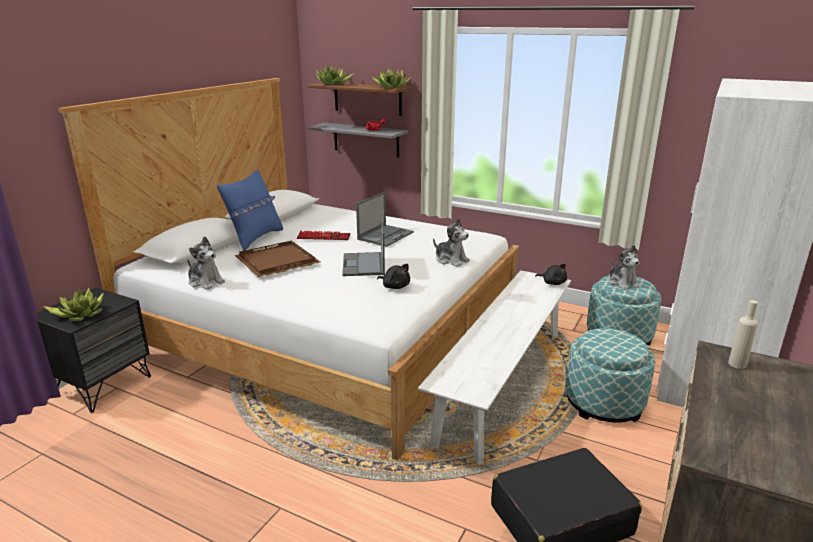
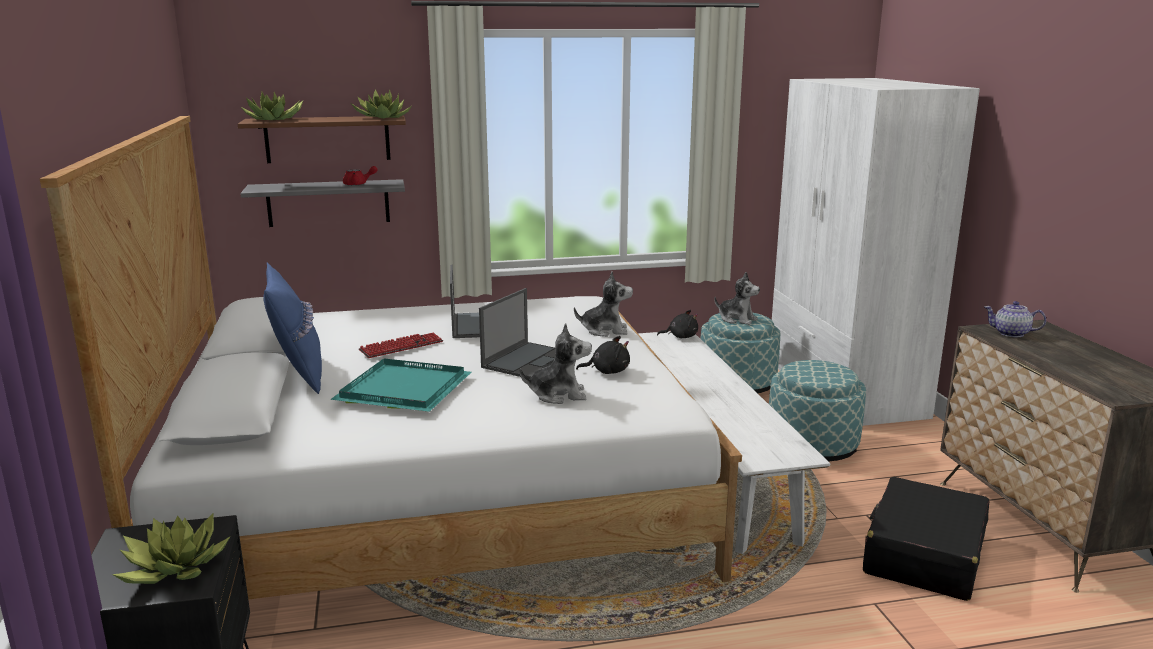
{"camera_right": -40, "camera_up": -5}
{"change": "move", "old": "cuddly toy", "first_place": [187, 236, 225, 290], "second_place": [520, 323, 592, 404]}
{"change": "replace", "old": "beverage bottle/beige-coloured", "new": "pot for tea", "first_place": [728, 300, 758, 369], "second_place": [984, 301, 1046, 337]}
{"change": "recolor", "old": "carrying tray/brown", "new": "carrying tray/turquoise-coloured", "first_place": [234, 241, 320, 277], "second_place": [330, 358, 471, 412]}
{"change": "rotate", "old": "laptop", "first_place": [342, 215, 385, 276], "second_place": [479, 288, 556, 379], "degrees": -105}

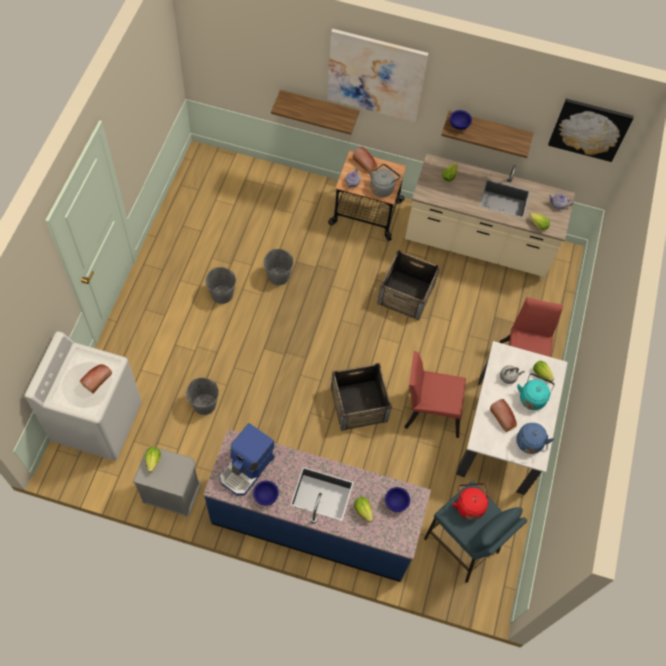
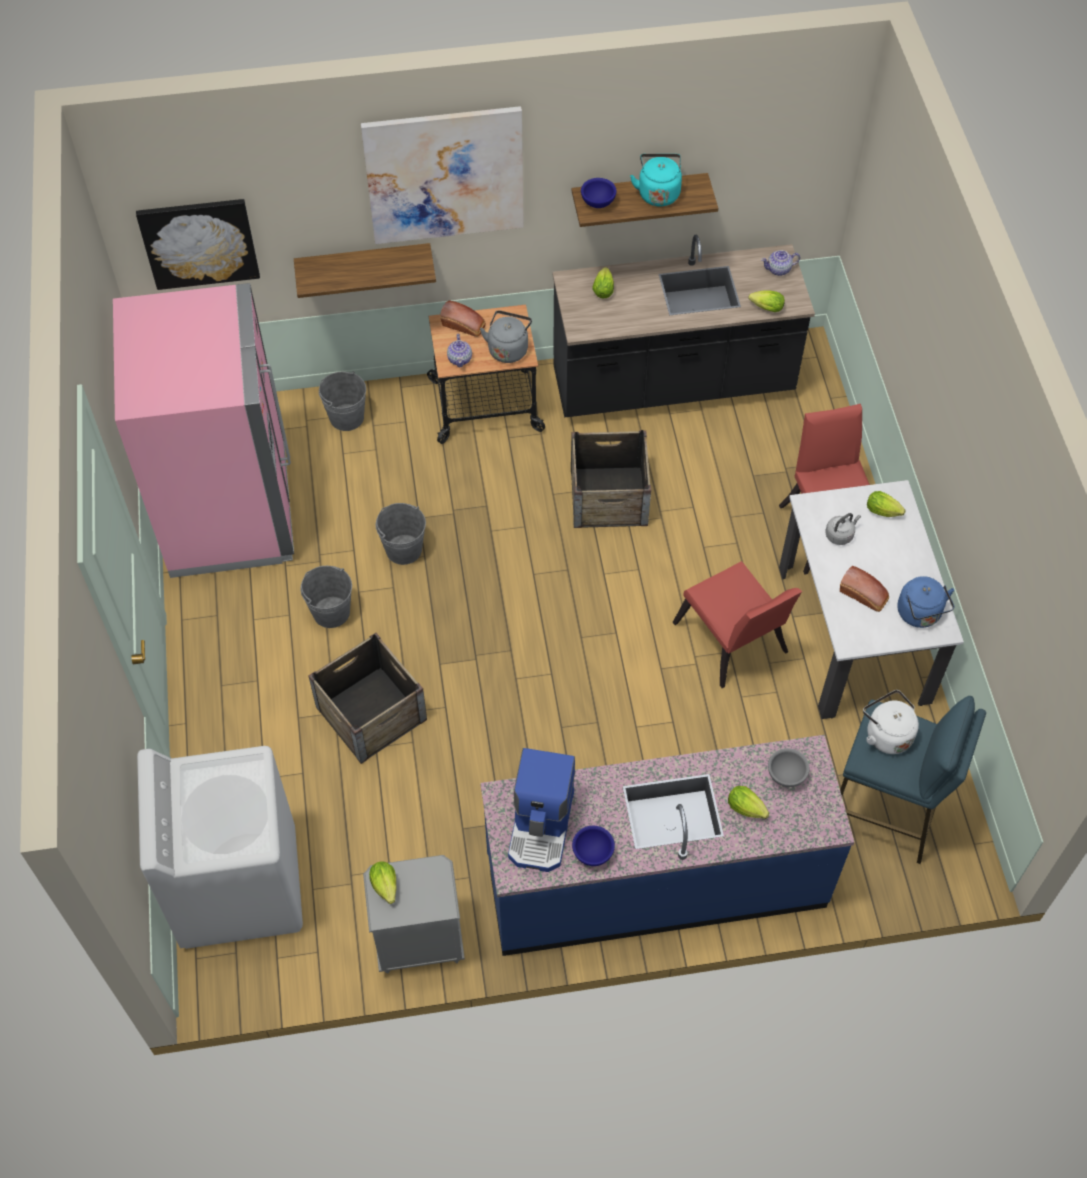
{"camera_right": -20, "camera_up": -5}
{"change": "delete", "old": "bread", "first_place": [80, 364, 112, 394]}
{"change": "insert", "new": "kitchen fridge/pink", "second_place": [113, 283, 294, 578]}
{"change": "move", "old": "pail/greyish", "first_place": [186, 378, 219, 415], "second_place": [319, 371, 366, 431]}
{"change": "move", "old": "packing crate", "first_place": [331, 363, 392, 431], "second_place": [309, 633, 427, 764]}
{"change": "move", "old": "tea kettle/turquoise-coloured", "first_place": [517, 373, 555, 410], "second_place": [630, 154, 682, 206]}
{"change": "move", "old": "wall art", "first_place": [548, 99, 634, 162], "second_place": [136, 199, 260, 290]}
{"change": "recolor", "old": "bowl/blue-coloured", "new": "bowl/greyish", "first_place": [385, 487, 410, 512], "second_place": [768, 748, 810, 787]}
{"change": "recolor", "old": "kitchen counter/beige-coloured", "new": "kitchen counter/black", "first_place": [405, 154, 575, 277], "second_place": [552, 235, 815, 418]}
{"change": "recolor", "old": "tea kettle/red-coloured", "new": "tea kettle/white-coloured", "first_place": [452, 483, 488, 520], "second_place": [863, 690, 919, 754]}
{"change": "rotate", "old": "chair/red-coloured", "first_place": [404, 351, 466, 438], "second_place": [673, 561, 802, 688], "degrees": -105}

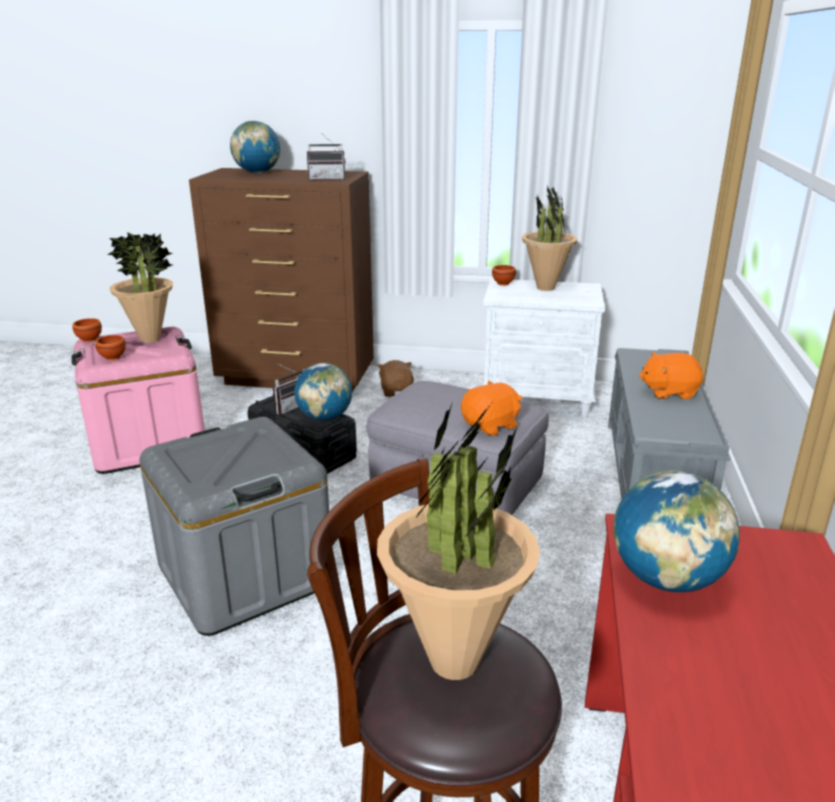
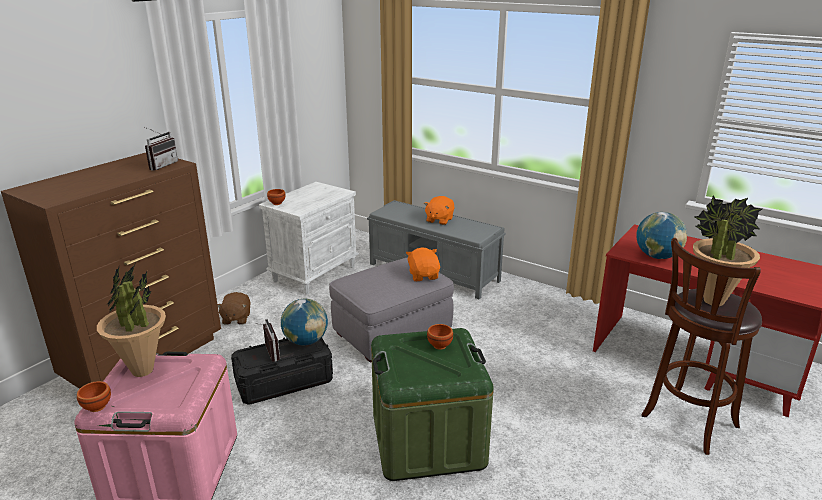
{"camera_right": -65, "camera_up": 0}
{"change": "delete", "old": "world globe", "first_place": [230, 121, 280, 173]}
{"change": "delete", "old": "houseplant", "first_place": [522, 186, 578, 291]}
{"change": "move", "old": "bowl/brown", "first_place": [95, 335, 126, 361], "second_place": [427, 324, 453, 350]}
{"change": "recolor", "old": "storage bin/greyish", "new": "storage bin/greenish", "first_place": [139, 417, 329, 636], "second_place": [371, 328, 494, 481]}
{"change": "rotate", "old": "cuddly toy/brown", "first_place": [377, 360, 414, 397], "second_place": [218, 292, 251, 325], "degrees": -105}

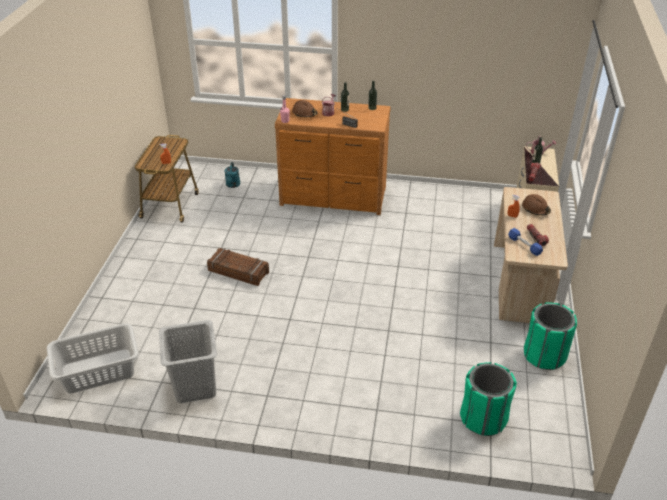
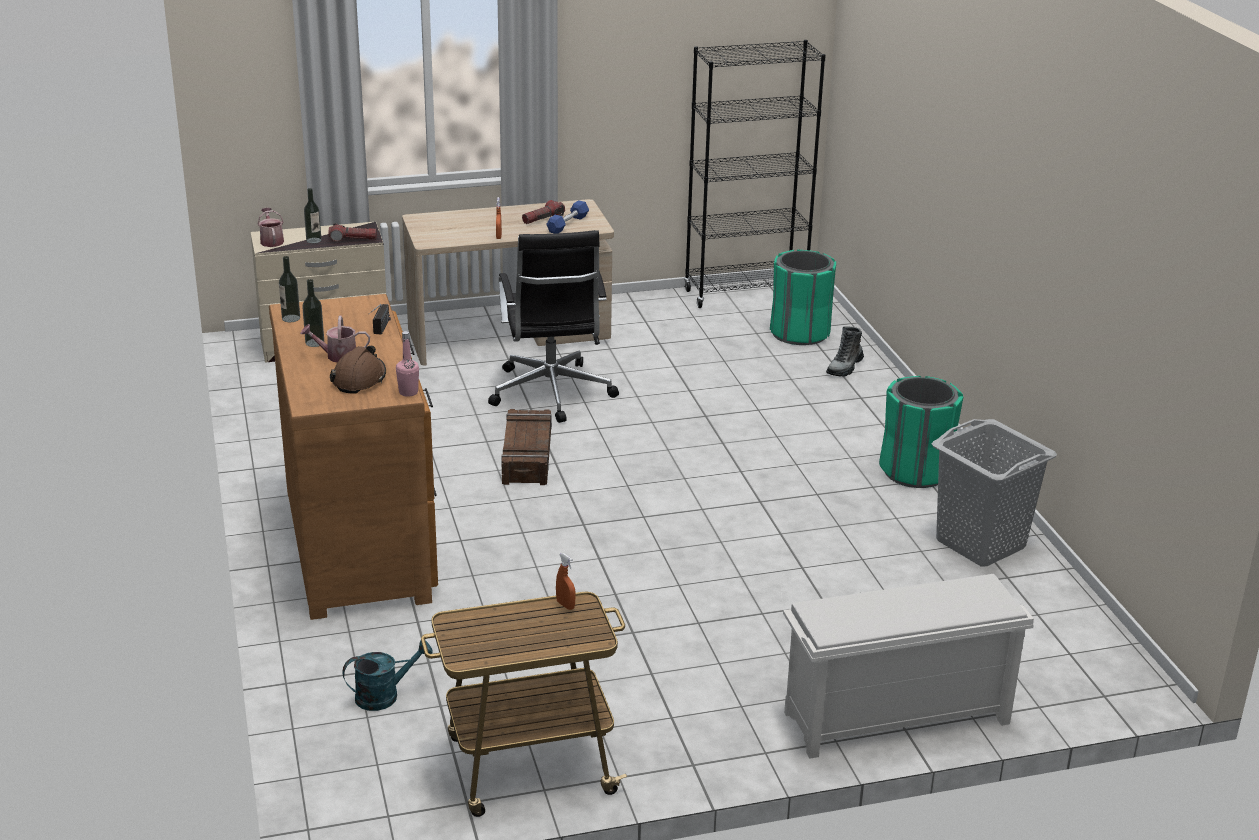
{"camera_right": -115, "camera_up": -10}
{"change": "delete", "old": "washing basket/greyish", "first_place": [47, 323, 139, 394]}
{"change": "delete", "old": "hard hat/brown", "first_place": [522, 194, 551, 215]}
{"change": "insert", "new": "desk chair/black", "second_place": [488, 230, 619, 423]}
{"change": "insert", "new": "bookcase/black", "second_place": [684, 40, 826, 308]}
{"change": "insert", "new": "shoe rack/white-coloured", "second_place": [783, 574, 1034, 759]}
{"change": "insert", "new": "tall boot", "second_place": [826, 326, 864, 377]}
{"change": "move", "old": "packing crate", "first_place": [207, 248, 269, 286], "second_place": [501, 409, 552, 485]}
{"change": "move", "old": "trash can/greenish", "first_place": [524, 302, 577, 370], "second_place": [879, 376, 963, 488]}

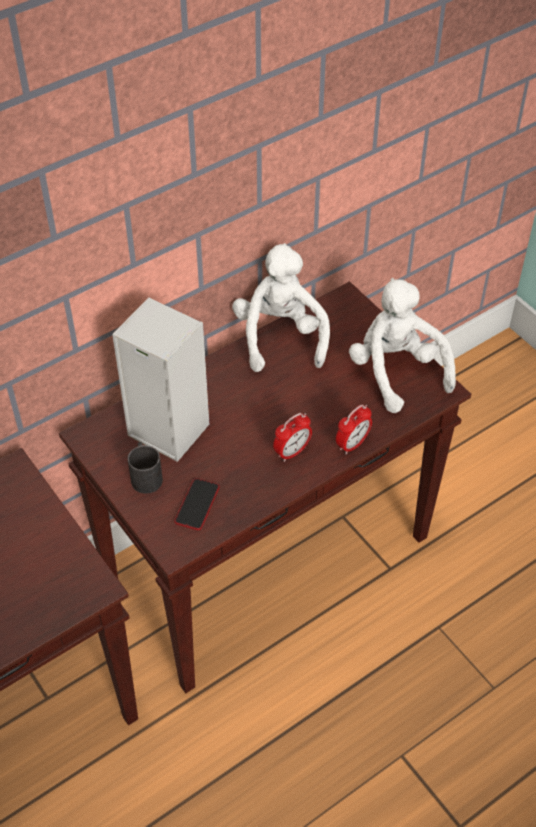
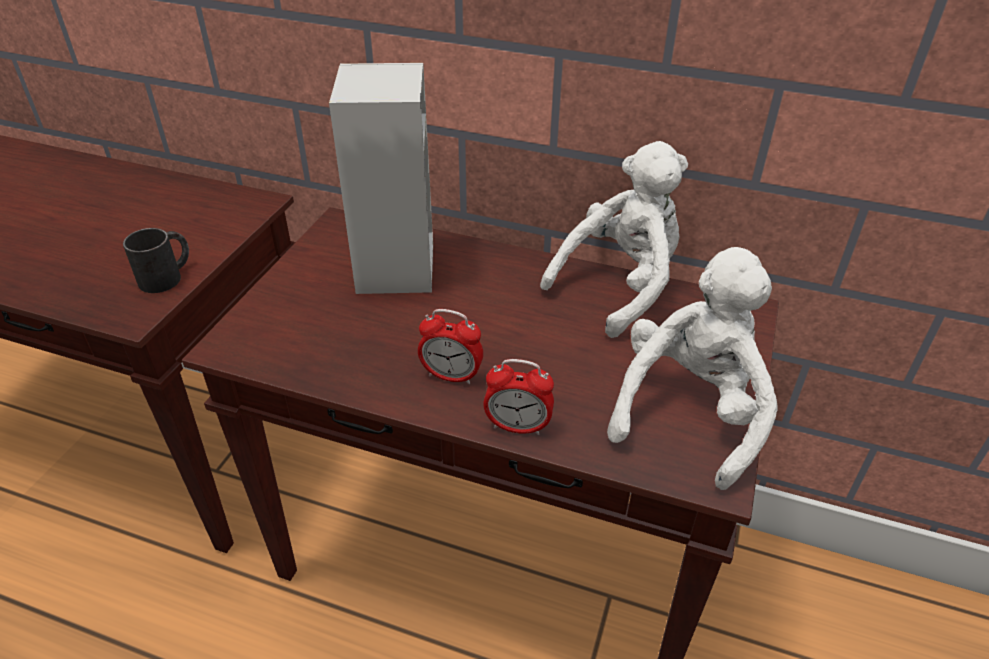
{"camera_right": 55, "camera_up": -10}
{"change": "delete", "old": "handset", "first_place": [174, 478, 220, 530]}
{"change": "move", "old": "tea mug/black", "first_place": [128, 442, 163, 494], "second_place": [123, 228, 189, 293]}

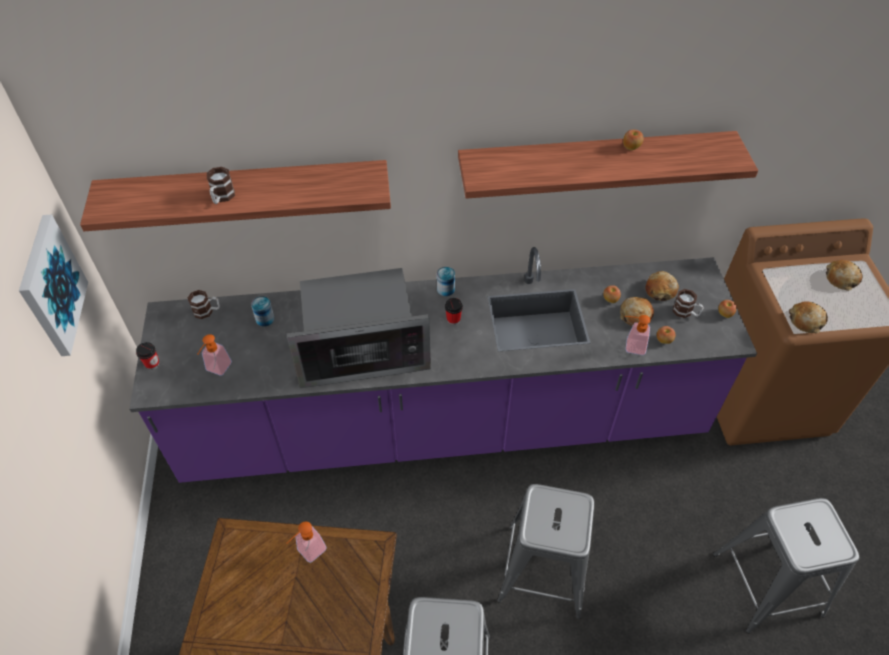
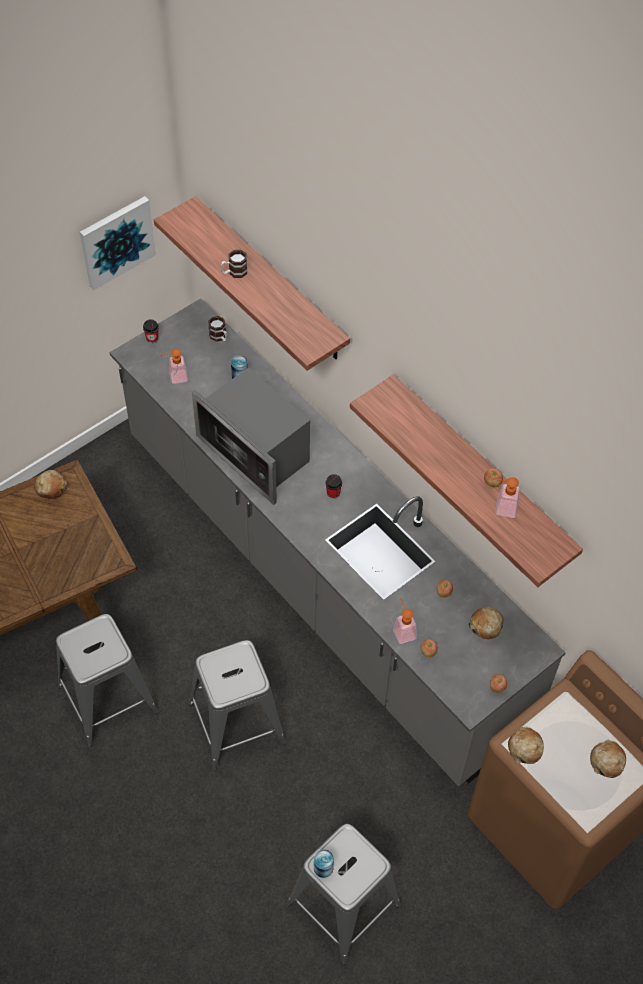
{"camera_right": 55, "camera_up": 5}
{"change": "delete", "old": "tea mug", "first_place": [673, 289, 703, 318]}
{"change": "move", "old": "soap bottle", "first_place": [287, 521, 327, 563], "second_place": [492, 477, 520, 518]}
{"change": "move", "old": "metal can", "first_place": [437, 267, 455, 296], "second_place": [314, 850, 334, 878]}
{"change": "move", "old": "bread", "first_place": [620, 297, 654, 326], "second_place": [34, 470, 67, 499]}
{"change": "recolor", "old": "kitchen counter/purple", "new": "kitchen counter/greyish", "first_place": [129, 247, 757, 483], "second_place": [109, 298, 566, 786]}

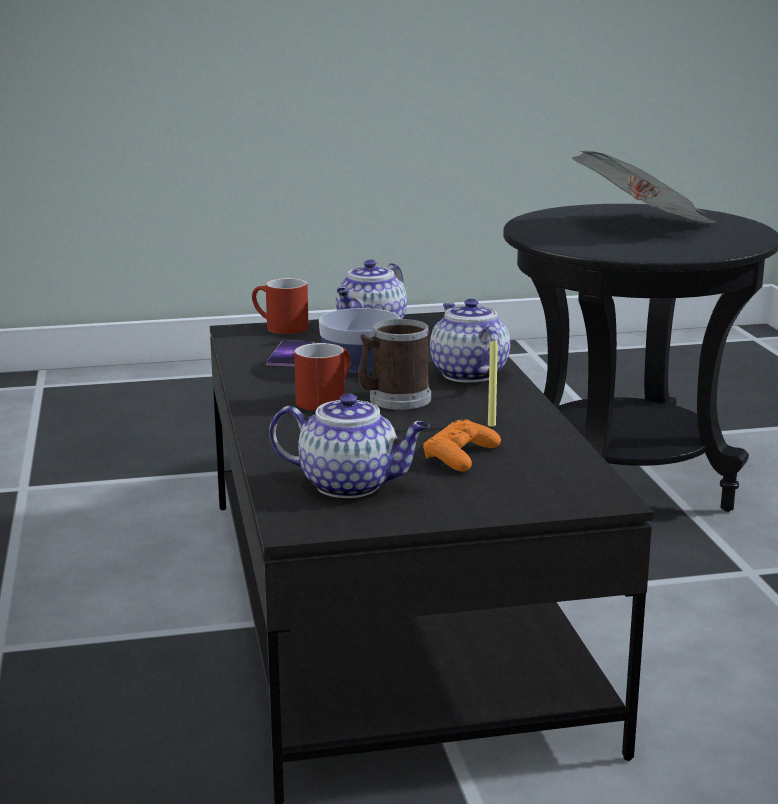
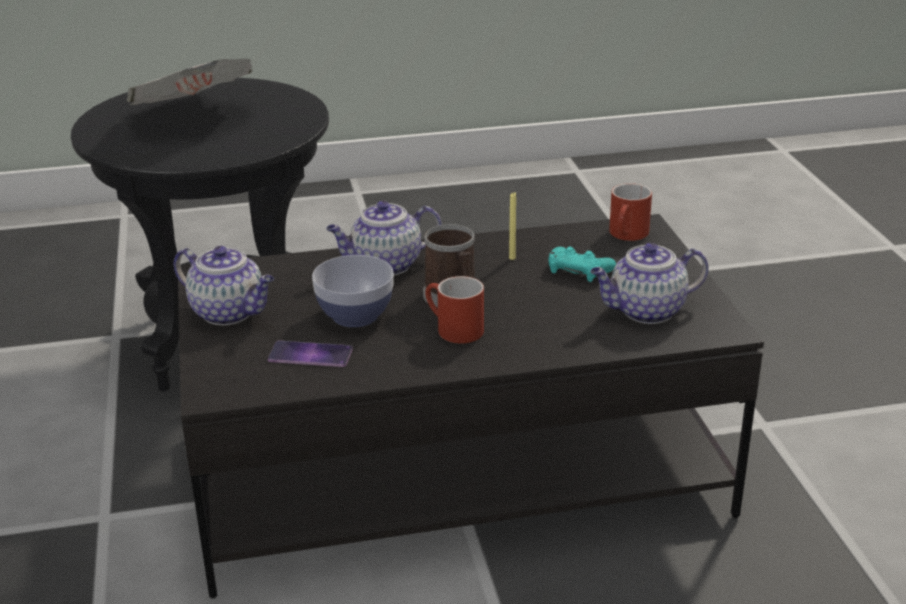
{"camera_right": -90, "camera_up": 10}
{"change": "move", "old": "tea mug/red-coloured", "first_place": [252, 278, 309, 334], "second_place": [609, 183, 652, 241]}
{"change": "recolor", "old": "joypad/orangey", "new": "joypad/turquoise-coloured", "first_place": [423, 419, 501, 472], "second_place": [548, 246, 616, 282]}
{"change": "rotate", "old": "pot for tea", "first_place": [269, 393, 430, 498], "second_place": [590, 243, 709, 324], "degrees": -120}

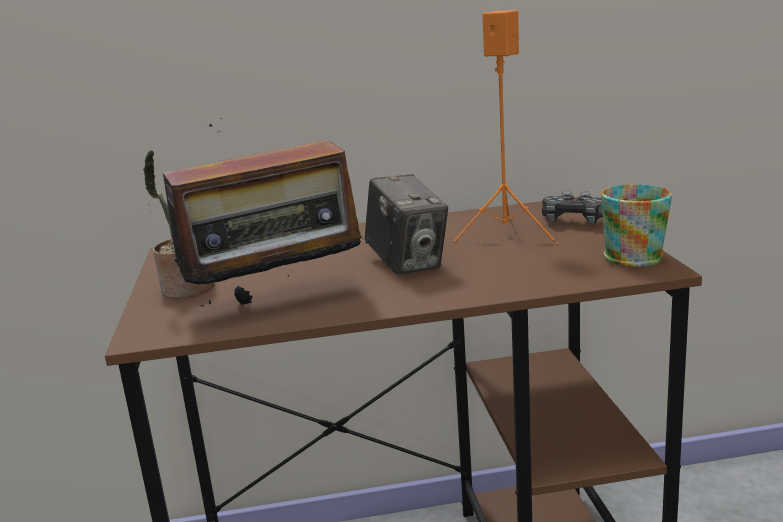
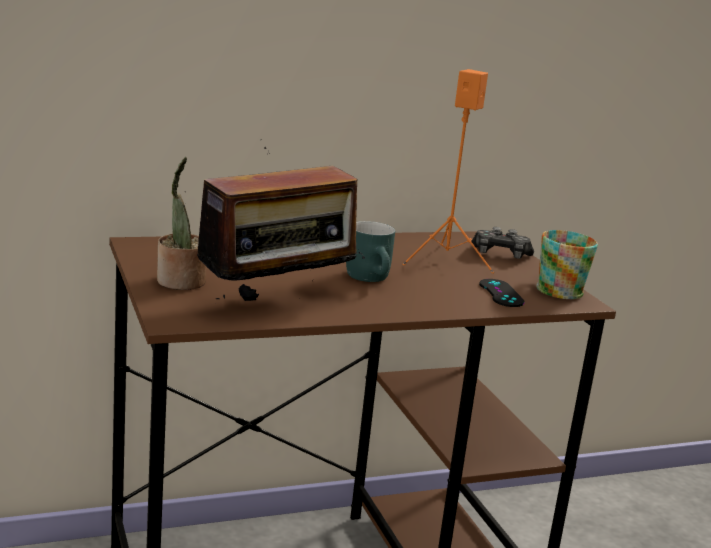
{"camera_right": -15, "camera_up": 0}
{"change": "insert", "new": "joypad/black", "second_place": [479, 279, 525, 307]}
{"change": "replace", "old": "still camera", "new": "tea mug/turquoise-coloured", "first_place": [365, 174, 448, 275], "second_place": [346, 221, 395, 282]}

